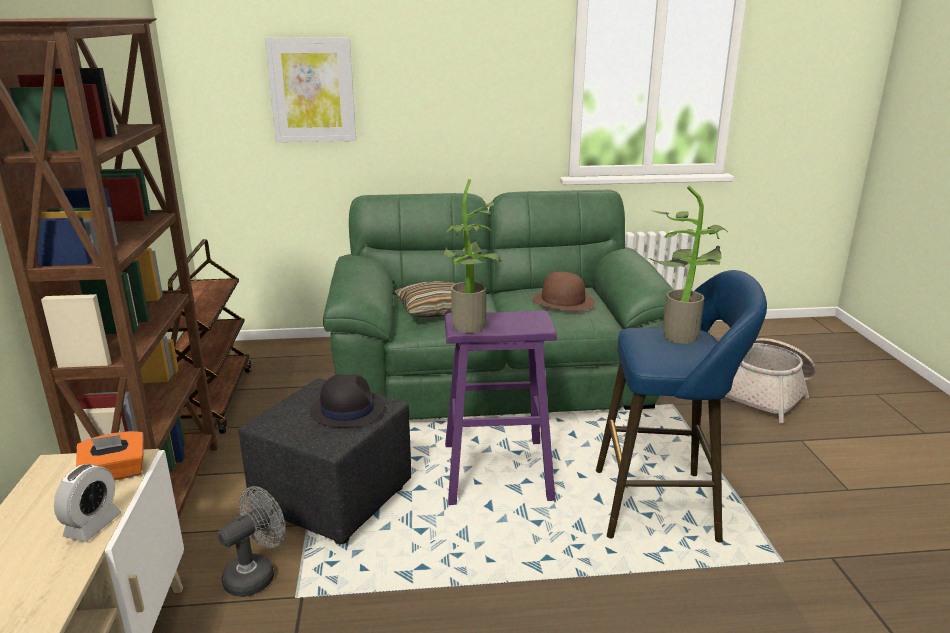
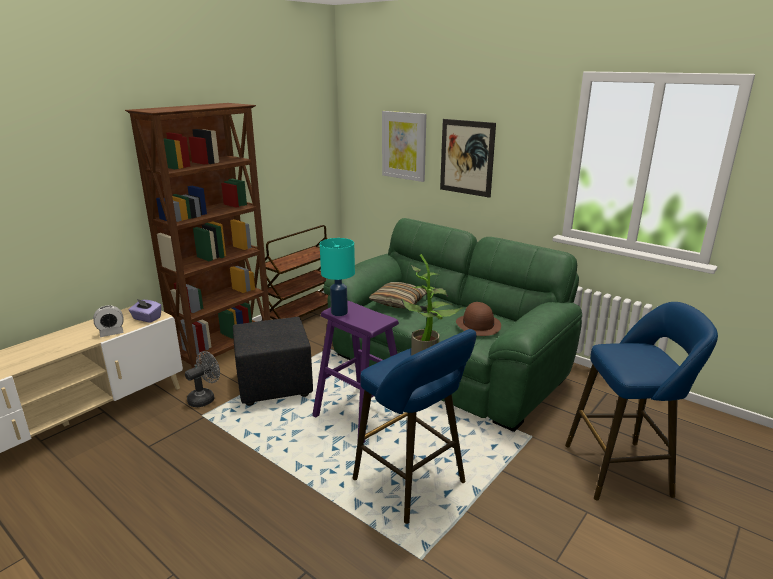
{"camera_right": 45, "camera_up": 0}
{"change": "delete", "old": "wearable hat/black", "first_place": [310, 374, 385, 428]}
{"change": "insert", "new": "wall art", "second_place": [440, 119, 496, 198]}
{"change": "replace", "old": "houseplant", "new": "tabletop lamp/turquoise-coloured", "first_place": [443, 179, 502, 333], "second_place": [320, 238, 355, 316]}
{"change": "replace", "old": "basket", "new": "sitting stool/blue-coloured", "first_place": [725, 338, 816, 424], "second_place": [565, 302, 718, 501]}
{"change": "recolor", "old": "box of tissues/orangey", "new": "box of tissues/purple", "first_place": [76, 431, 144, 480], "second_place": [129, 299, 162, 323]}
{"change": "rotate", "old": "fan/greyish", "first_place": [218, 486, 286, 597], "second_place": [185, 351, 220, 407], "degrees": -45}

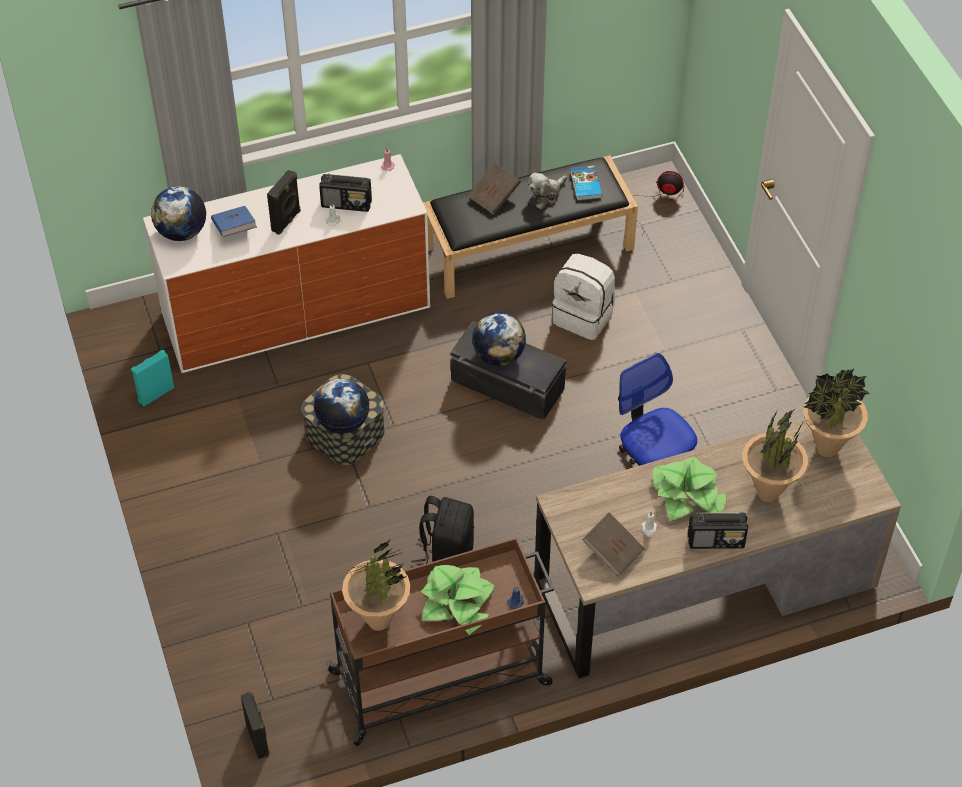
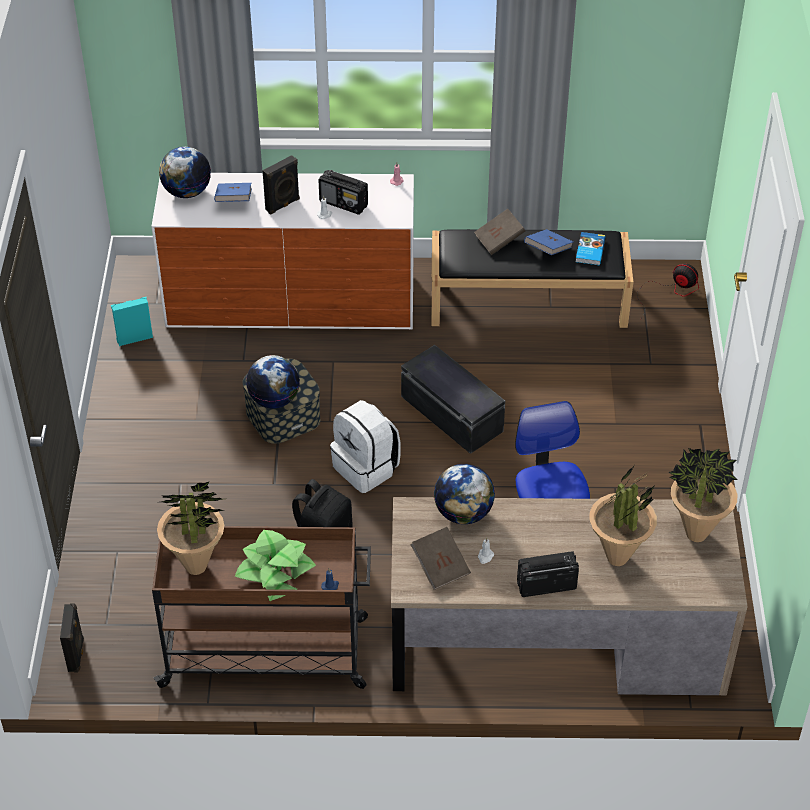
{"camera_right": 20, "camera_up": -5}
{"change": "delete", "old": "houseplant", "first_place": [653, 457, 726, 521]}
{"change": "move", "old": "world globe", "first_place": [472, 312, 526, 366], "second_place": [434, 464, 495, 524]}
{"change": "move", "old": "rucksack/white-coloured", "first_place": [552, 254, 615, 340], "second_place": [330, 400, 400, 493]}
{"change": "replace", "old": "cuddly toy", "new": "bound book/blue-coloured", "first_place": [528, 173, 567, 209], "second_place": [524, 229, 573, 255]}
{"change": "rotate", "old": "radio", "first_place": [688, 512, 748, 549], "second_place": [517, 551, 579, 597], "degrees": 150}

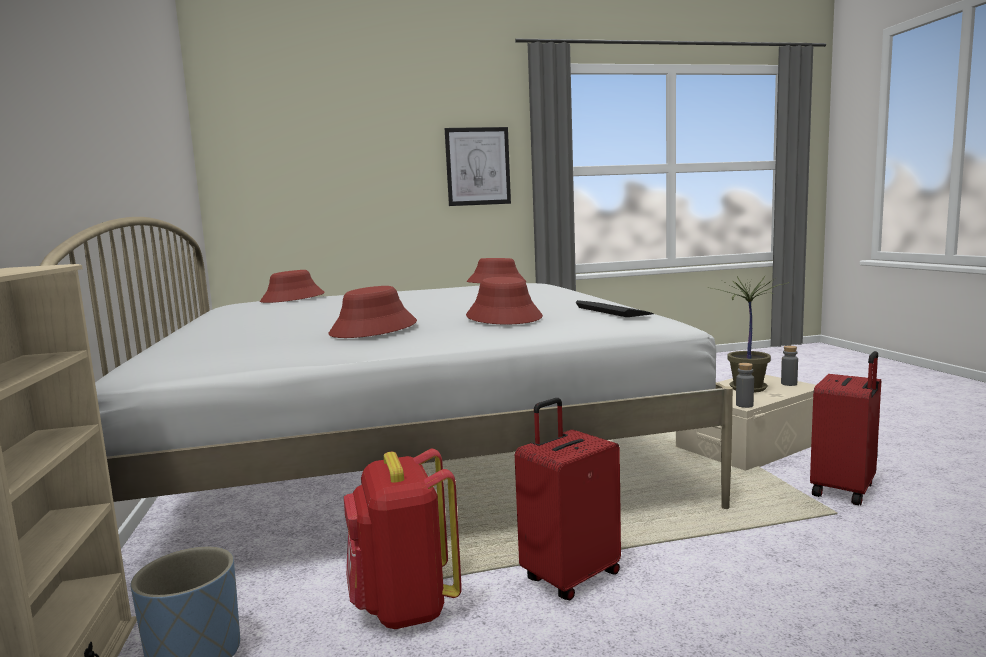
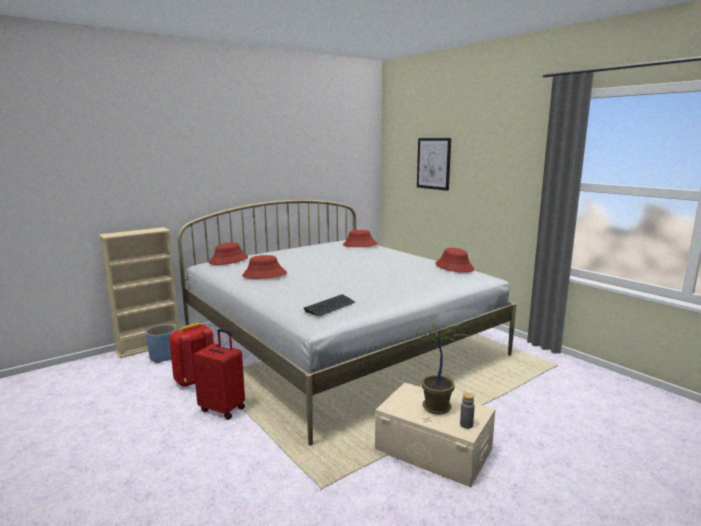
{"camera_right": 65, "camera_up": 5}
{"change": "delete", "old": "beverage bottle/greyish", "first_place": [736, 363, 754, 408]}
{"change": "delete", "old": "travel case/red-coloured", "first_place": [810, 351, 881, 505]}
{"change": "move", "old": "wall art", "first_place": [445, 127, 511, 206], "second_place": [417, 138, 451, 191]}
{"change": "move", "old": "wearable hat/red-coloured", "first_place": [466, 277, 543, 325], "second_place": [209, 242, 248, 265]}

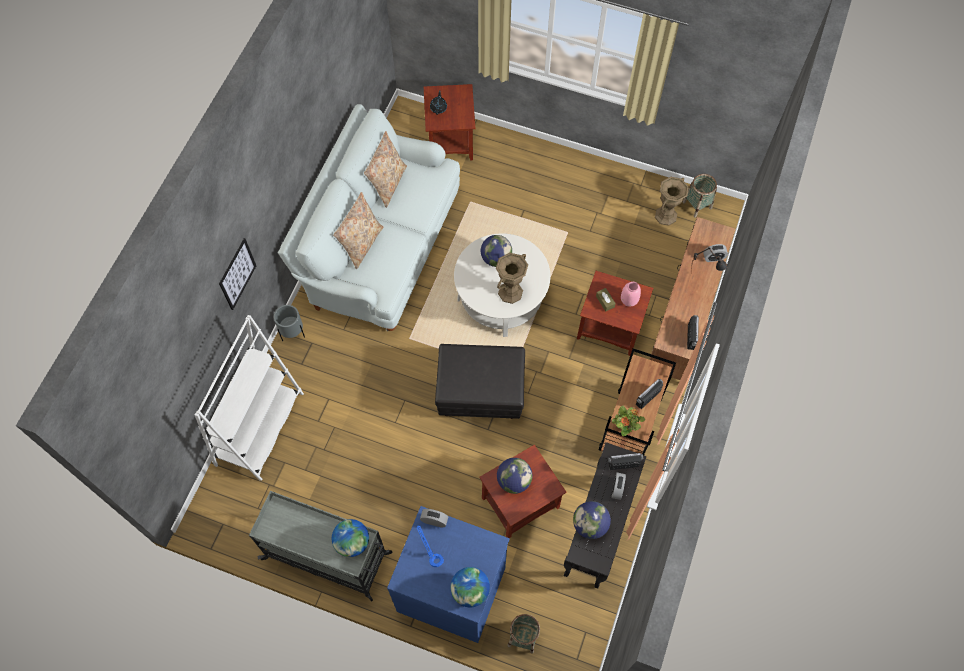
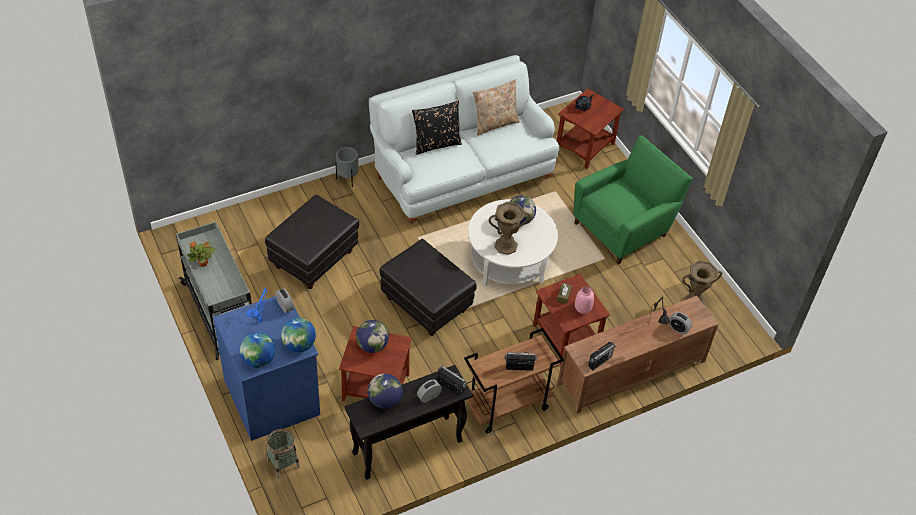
{"camera_right": 40, "camera_up": -15}
{"change": "delete", "old": "bookcase/white-coloured", "first_place": [195, 315, 304, 481]}
{"change": "delete", "old": "wall art", "first_place": [219, 238, 256, 310]}
{"change": "delete", "old": "basket", "first_place": [683, 174, 717, 218]}
{"change": "insert", "new": "footrest/black", "second_place": [265, 194, 359, 289]}
{"change": "insert", "new": "lounge chair/greenish", "second_place": [573, 136, 693, 265]}
{"change": "move", "old": "world globe", "first_place": [332, 519, 369, 557], "second_place": [281, 318, 316, 352]}
{"change": "move", "old": "houseplant", "first_place": [612, 406, 645, 436], "second_place": [187, 241, 215, 267]}
{"change": "recolor", "old": "pillow/beige-coloured", "new": "pillow/black", "first_place": [333, 192, 383, 269], "second_place": [412, 100, 462, 155]}

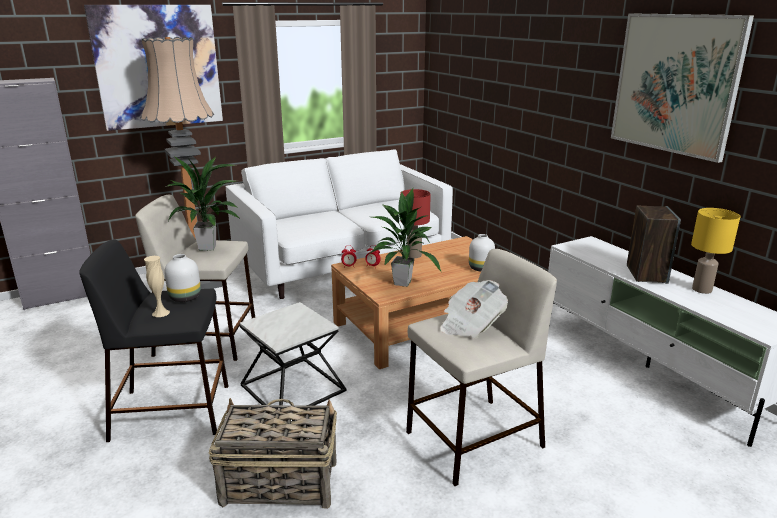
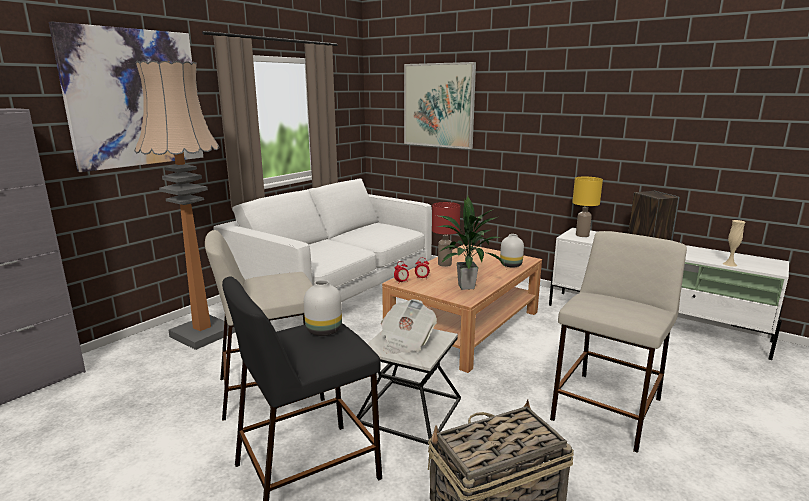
{"camera_right": -25, "camera_up": -5}
{"change": "delete", "old": "houseplant", "first_place": [165, 156, 239, 251]}
{"change": "move", "old": "vase/beige-coloured", "first_place": [144, 256, 170, 317], "second_place": [723, 220, 745, 267]}
{"change": "move", "old": "daily paper", "first_place": [440, 280, 508, 338], "second_place": [380, 299, 437, 354]}
{"change": "move", "old": "wall art", "first_place": [611, 13, 754, 163], "second_place": [404, 62, 476, 149]}
{"change": "move", "old": "tabletop lamp/yellowish", "first_place": [691, 208, 741, 294], "second_place": [572, 177, 603, 237]}

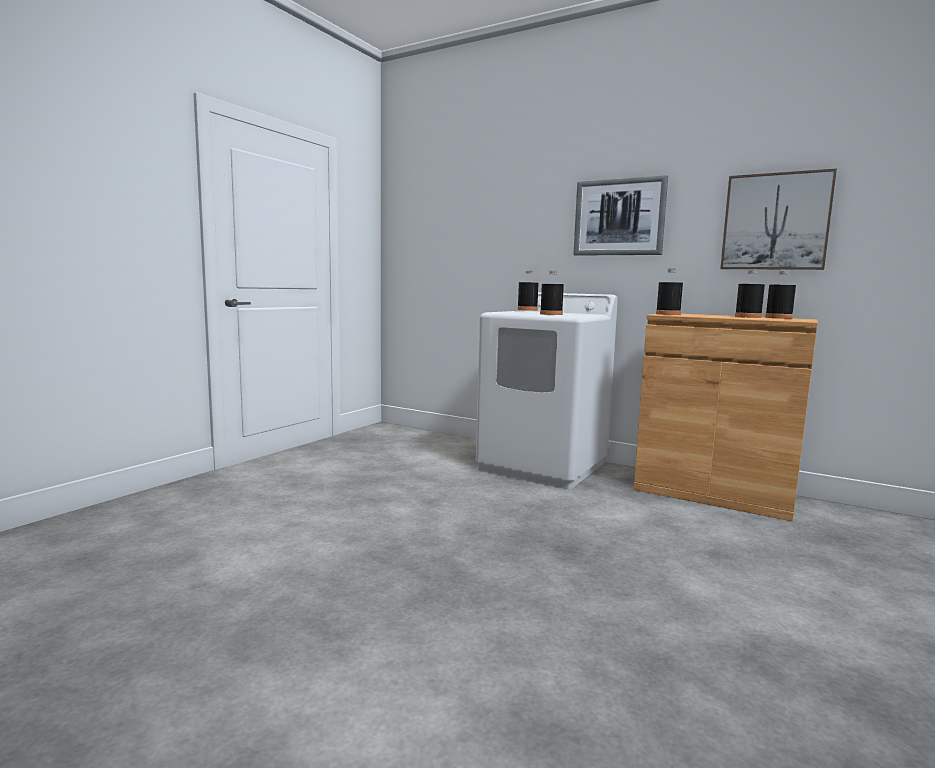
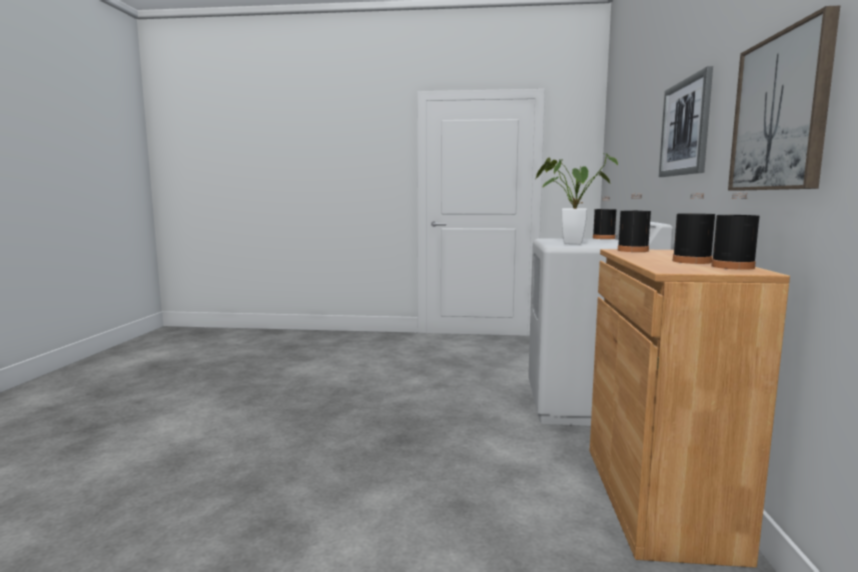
{"camera_right": 65, "camera_up": 0}
{"change": "replace", "old": "beverage bottle/black", "new": "houseplant", "first_place": [540, 271, 564, 315], "second_place": [536, 153, 618, 244]}

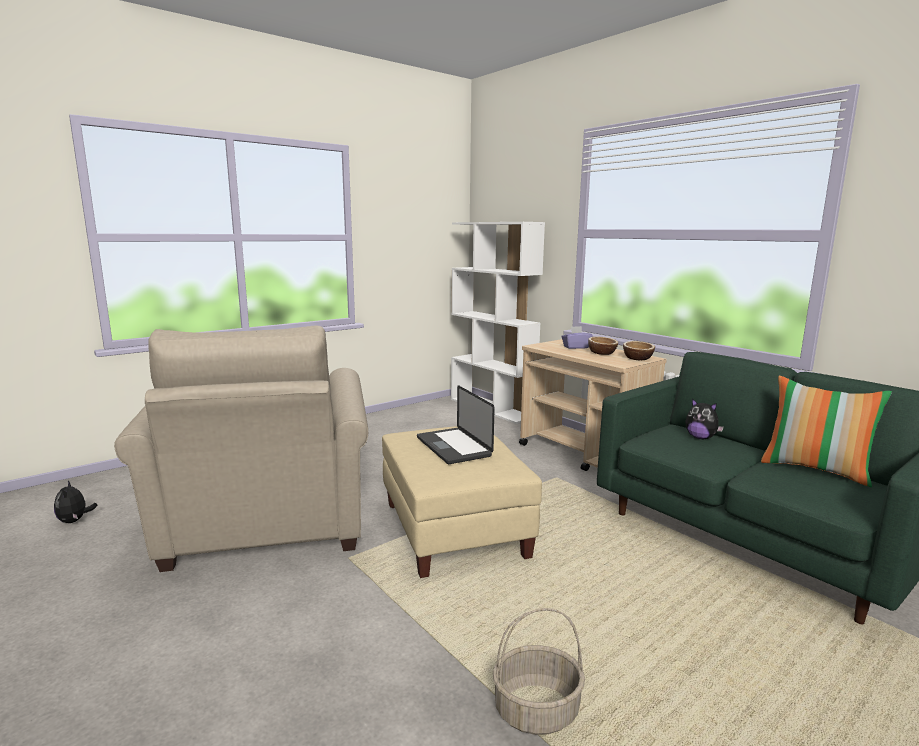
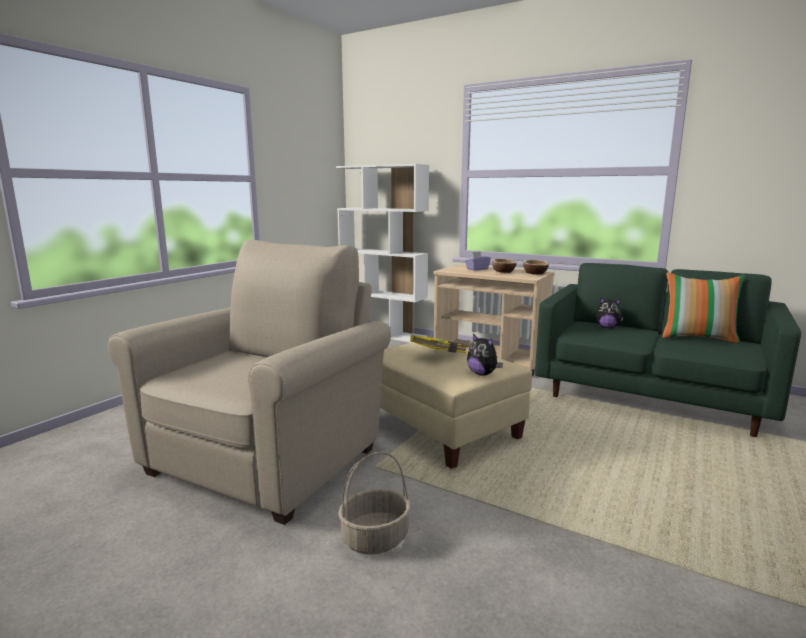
{"camera_right": -20, "camera_up": 0}
{"change": "move", "old": "cuddly toy", "first_place": [54, 481, 97, 523], "second_place": [467, 334, 503, 376]}
{"change": "move", "old": "basket", "first_place": [493, 608, 585, 735], "second_place": [338, 452, 411, 555]}
{"change": "replace", "old": "laptop", "new": "bound book/yellowish", "first_place": [417, 385, 495, 464], "second_place": [410, 335, 468, 354]}
{"change": "rotate", "old": "lounge chair/beige-coloured", "first_place": [114, 325, 368, 572], "second_place": [108, 239, 391, 525], "degrees": -120}

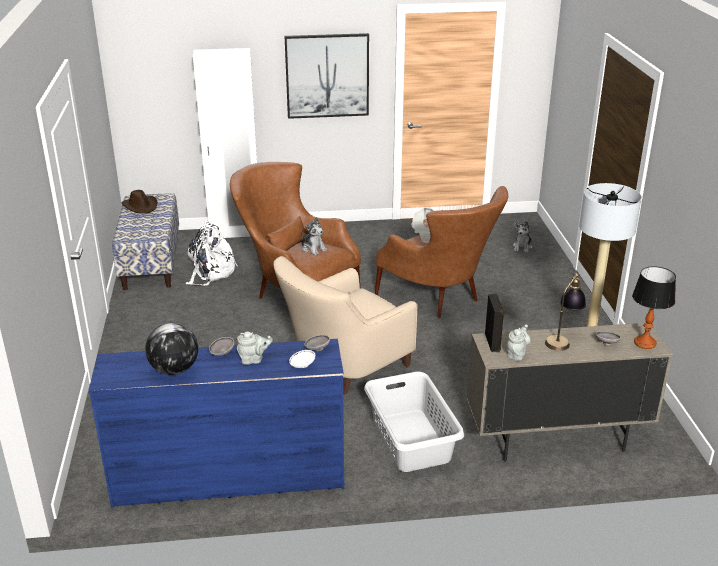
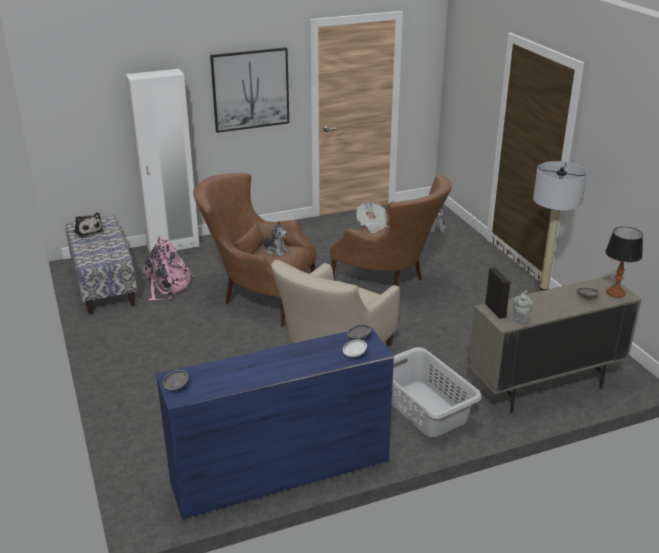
{"camera_right": -15, "camera_up": 0}
{"change": "delete", "old": "world globe", "first_place": [145, 323, 198, 375]}
{"change": "delete", "old": "pot for tea/greyish", "first_place": [237, 331, 273, 365]}
{"change": "delete", "old": "tabletop lamp", "first_place": [545, 273, 586, 351]}
{"change": "move", "old": "bowl/greyish", "first_place": [209, 337, 235, 356], "second_place": [163, 370, 188, 391]}
{"change": "replace", "old": "wearable hat/brown", "new": "cuddly toy", "first_place": [121, 190, 158, 214], "second_place": [73, 213, 103, 238]}
{"change": "recolor", "old": "rucksack/white-coloured", "new": "rucksack/pink", "first_place": [185, 220, 238, 286], "second_place": [143, 236, 194, 300]}

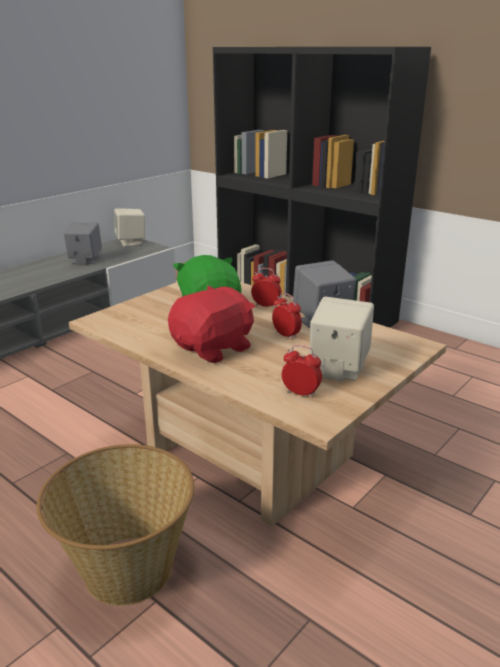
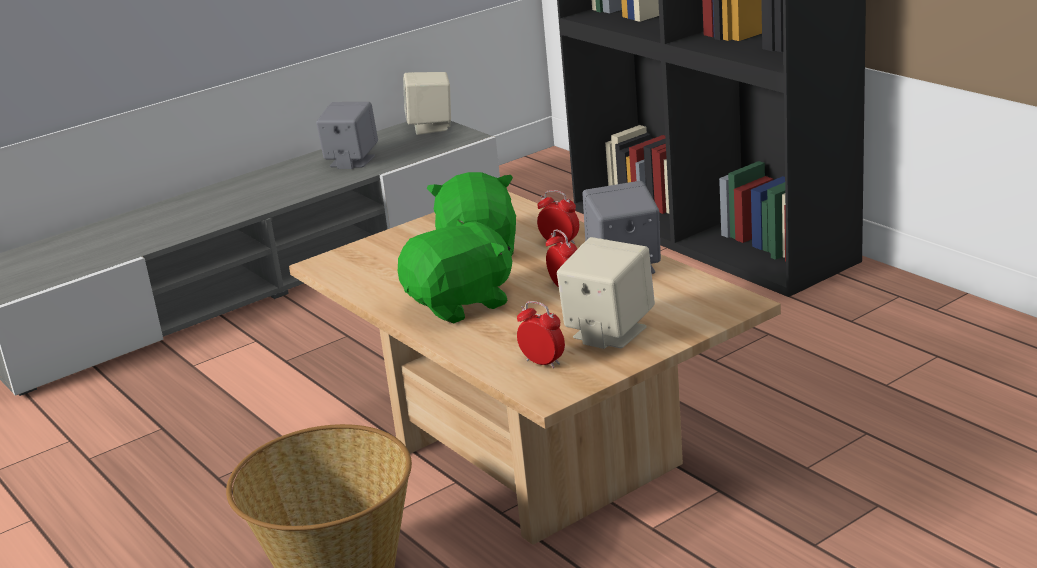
{"camera_right": 15, "camera_up": 0}
{"change": "recolor", "old": "cuddly toy/red-coloured", "new": "cuddly toy/greenish", "first_place": [168, 285, 255, 363], "second_place": [398, 219, 513, 323]}

